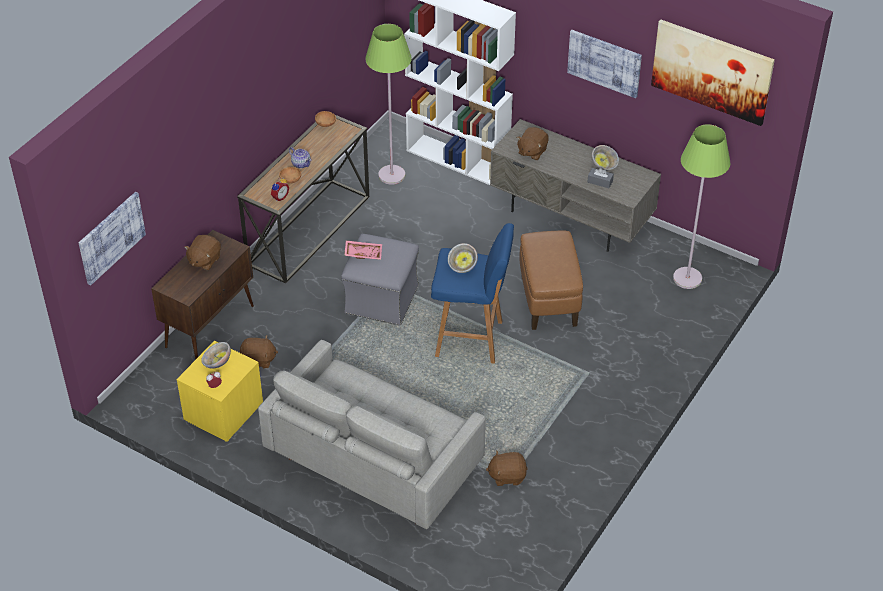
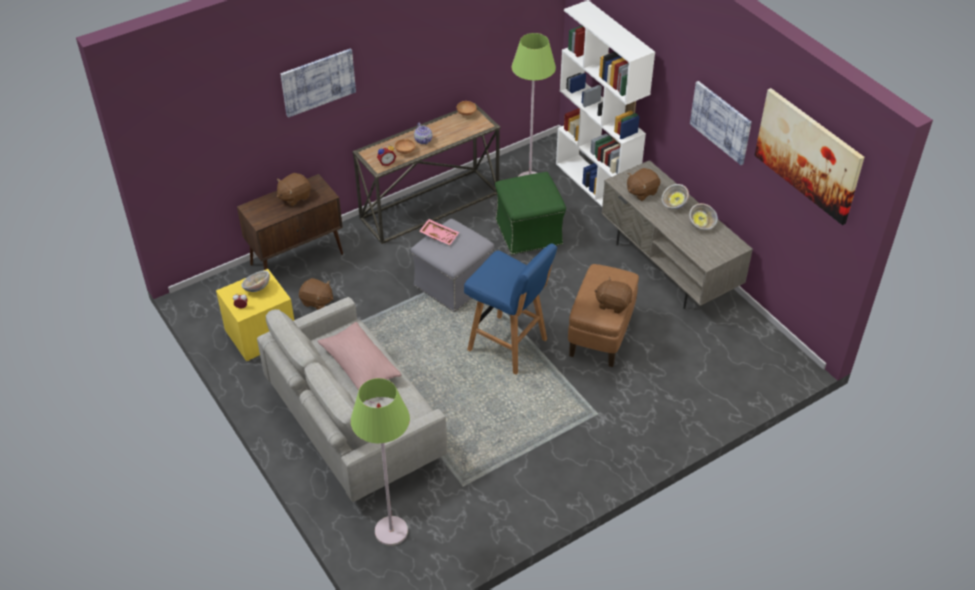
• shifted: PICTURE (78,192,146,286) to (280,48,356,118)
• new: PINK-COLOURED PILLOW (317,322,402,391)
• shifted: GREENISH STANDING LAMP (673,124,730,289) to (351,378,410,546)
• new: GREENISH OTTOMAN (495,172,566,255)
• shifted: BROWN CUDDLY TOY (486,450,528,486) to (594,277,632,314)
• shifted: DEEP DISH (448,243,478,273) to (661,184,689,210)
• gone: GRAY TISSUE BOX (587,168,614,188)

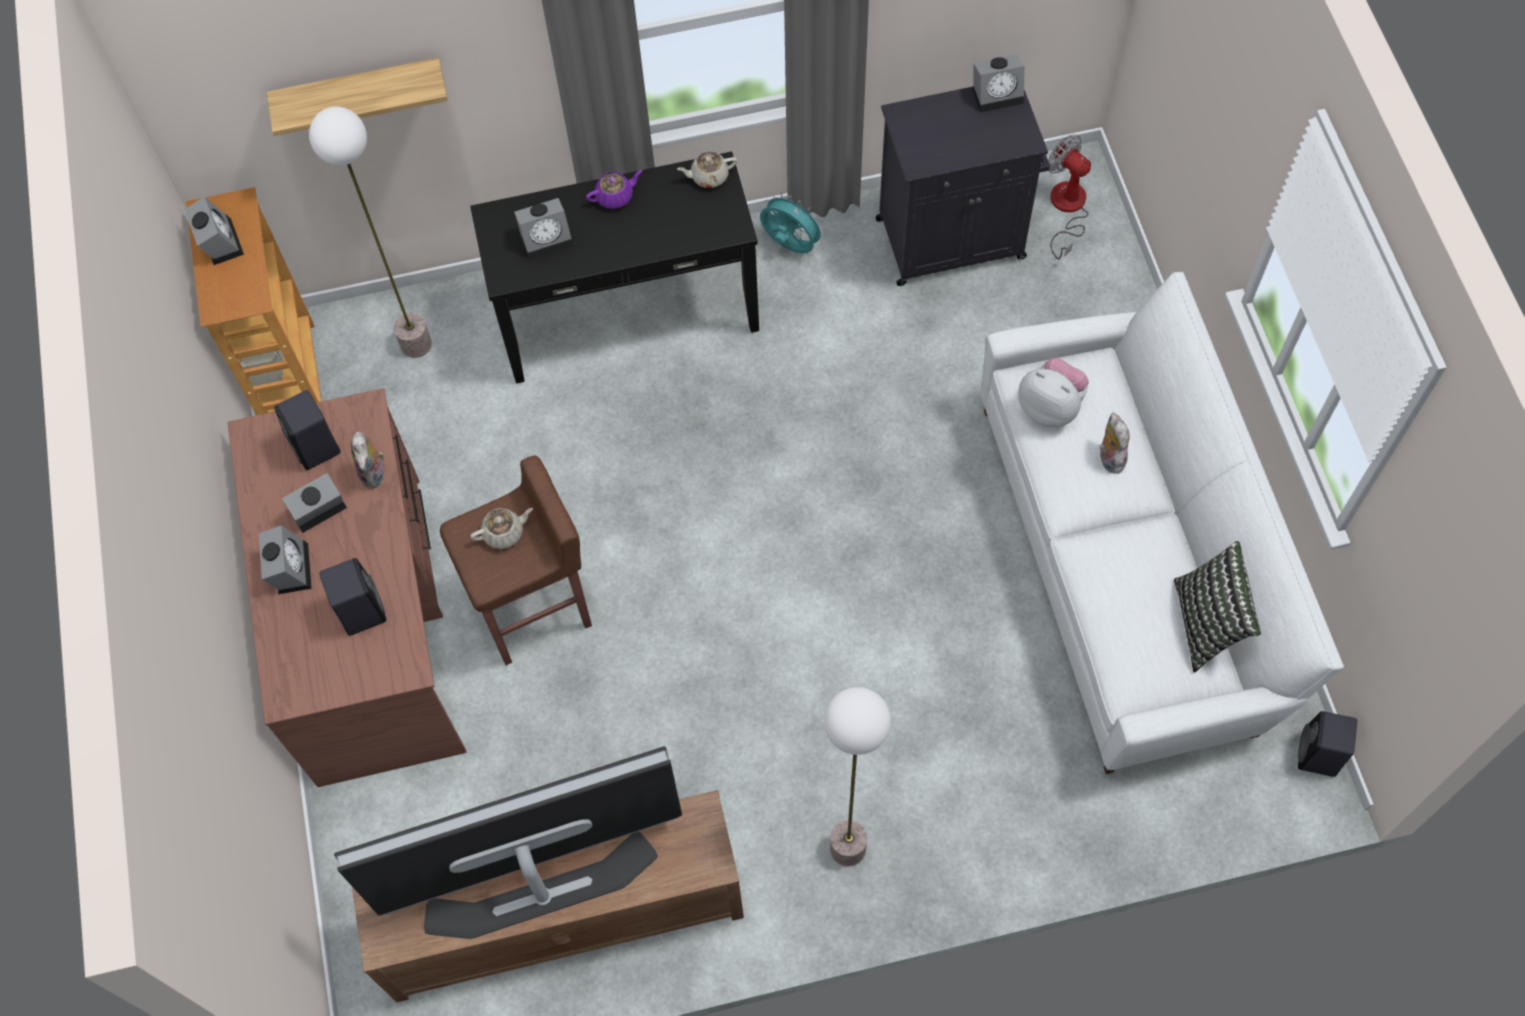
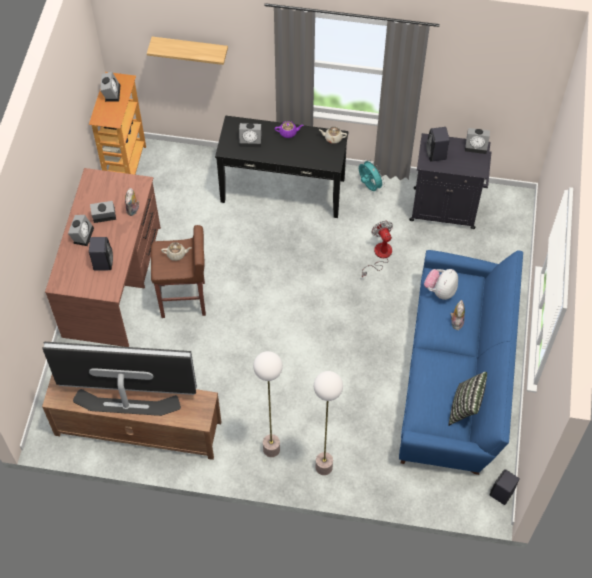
• shifted: STANDING LAMP (309,107,432,358) to (314,371,343,475)
• shifted: ELECTRIC FAN (1048,135,1091,259) to (362,221,393,277)
• repainted: WHITE-COLOURED SETTEE (981,272,1344,774) to BLUE SETTEE (399,250,523,475)
• rotated: CUDDLY TOY (1018,358,1089,427) = (424,269,458,300) 120 degrees counterclockwise
• shifted: BLACK-COLOURED LOUDSPEAKER (274,390,341,470) to (426,127,450,162)

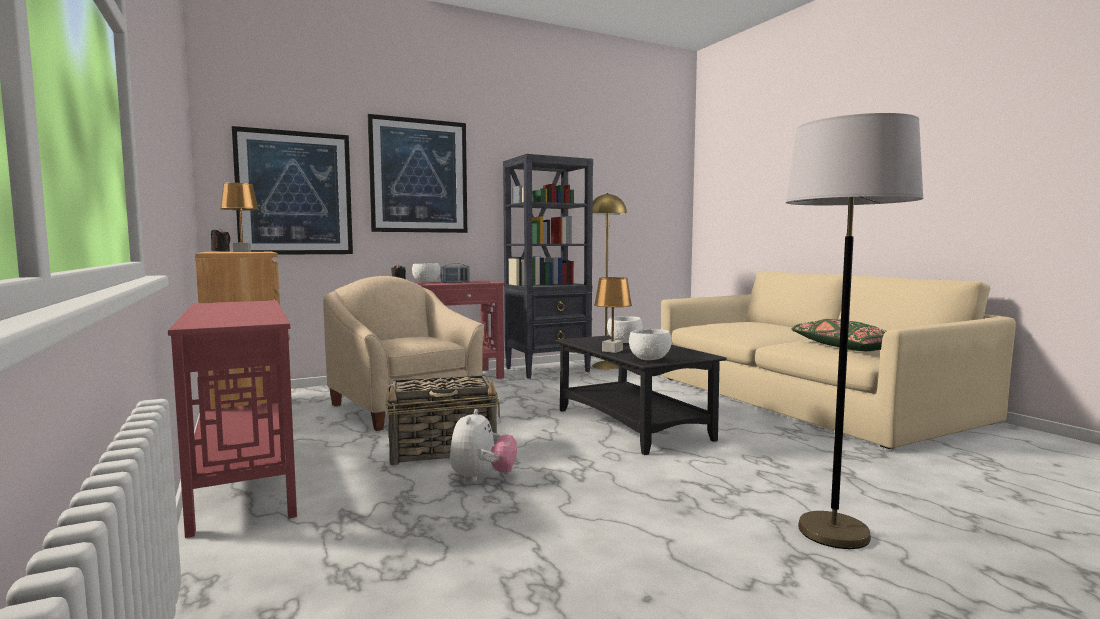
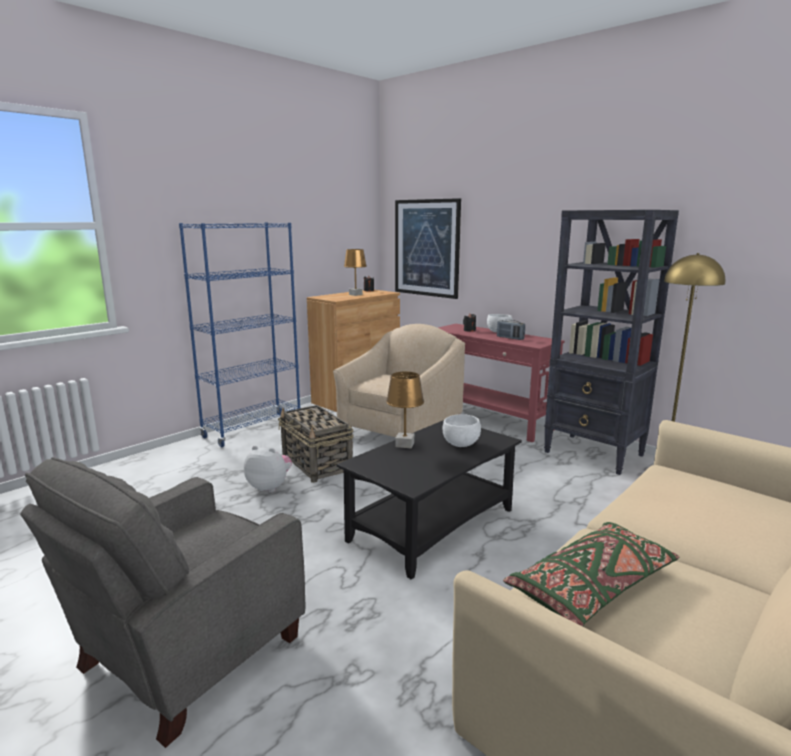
• swapped: GRAY STANDING LAMP (786,113,924,549) to GRAY EASY CHAIR (20,457,305,748)
• swapped: RED-COLOURED HALL TABLE (168,300,297,538) to BLUE BOOKSHELF (179,222,301,447)
• rotated: CUDDLY TOY (450,409,517,483) = (244,446,292,493) 150 degrees counterclockwise
• gone: PICTURE (368,114,467,233)
• gone: WHITE-COLOURED DEEP DISH (629,329,672,360)

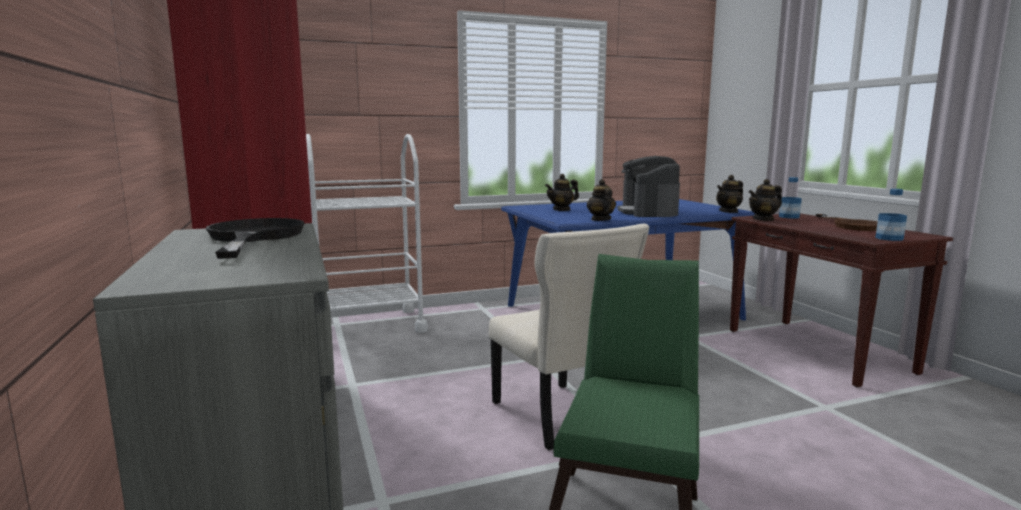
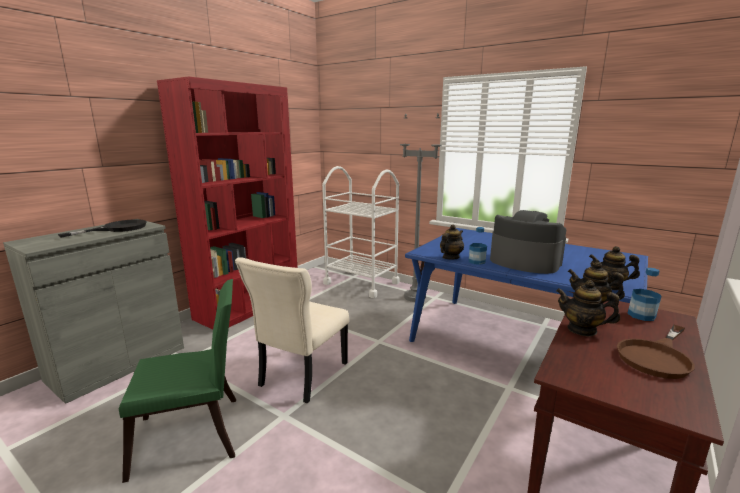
• new: GRAY STANDING LAMP (400,113,442,302)
• shifted: DRINK BOTTLE (875,189,907,241) to (469,227,487,265)
• rotated: COFFEE BREWER (617,156,680,217) = (490,210,566,274) 75 degrees clockwise
• shifted: POT FOR TEA (545,174,579,211) to (556,280,620,336)

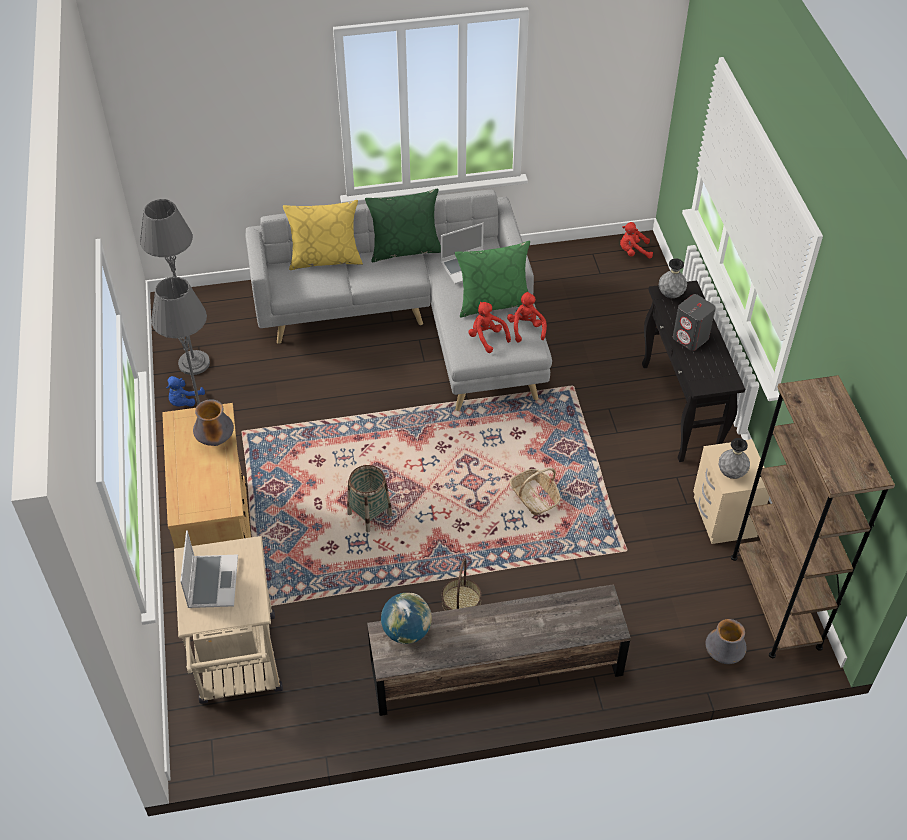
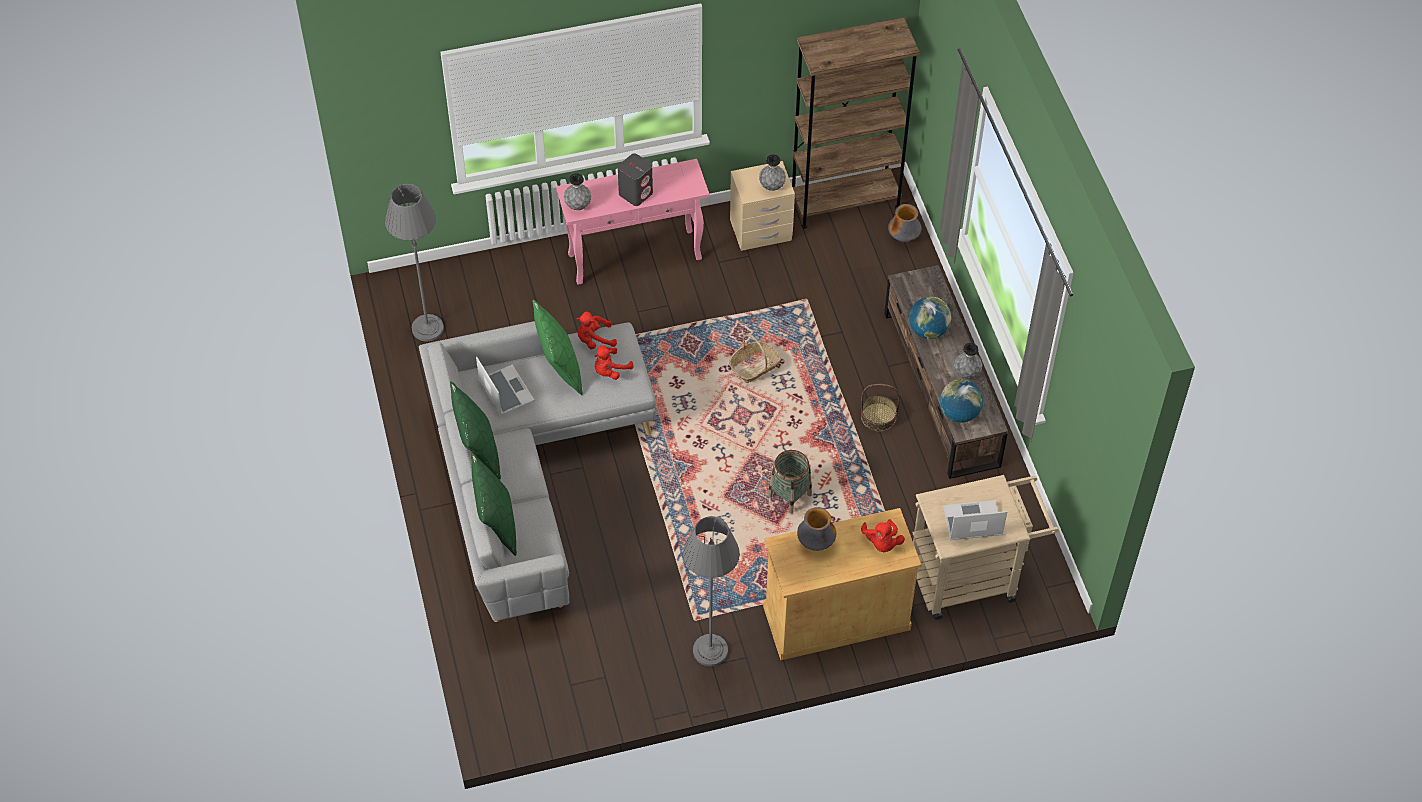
• shifted: GRAY STANDING LAMP (140,199,210,375) to (385,184,444,341)
• repainted: YELLOW PILLOW (283,200,363,270) to GREENISH PILLOW (471,452,517,556)
• repainted: BLACK-COLOURED HALL TABLE (642,280,745,462) to PINK-COLOURED HALL TABLE (556,159,709,285)
• shifted: RED-COLOURED CUDDLY TOY (620,222,653,258) to (861,519,905,552)
• new: DESK GLOBE (909,297,951,339)
• new: GRAY VASE (954,343,982,379)
• gone: BLUE CUDDLY TOY (167,376,205,407)

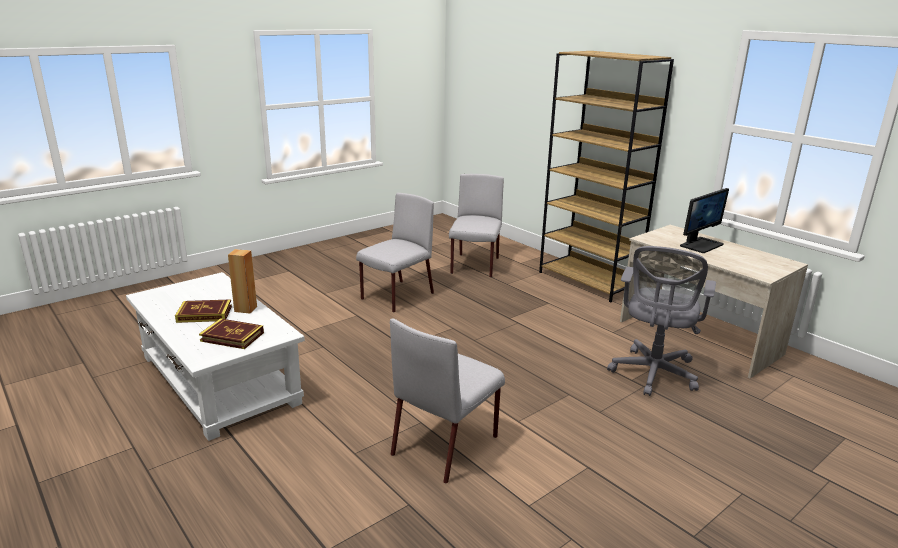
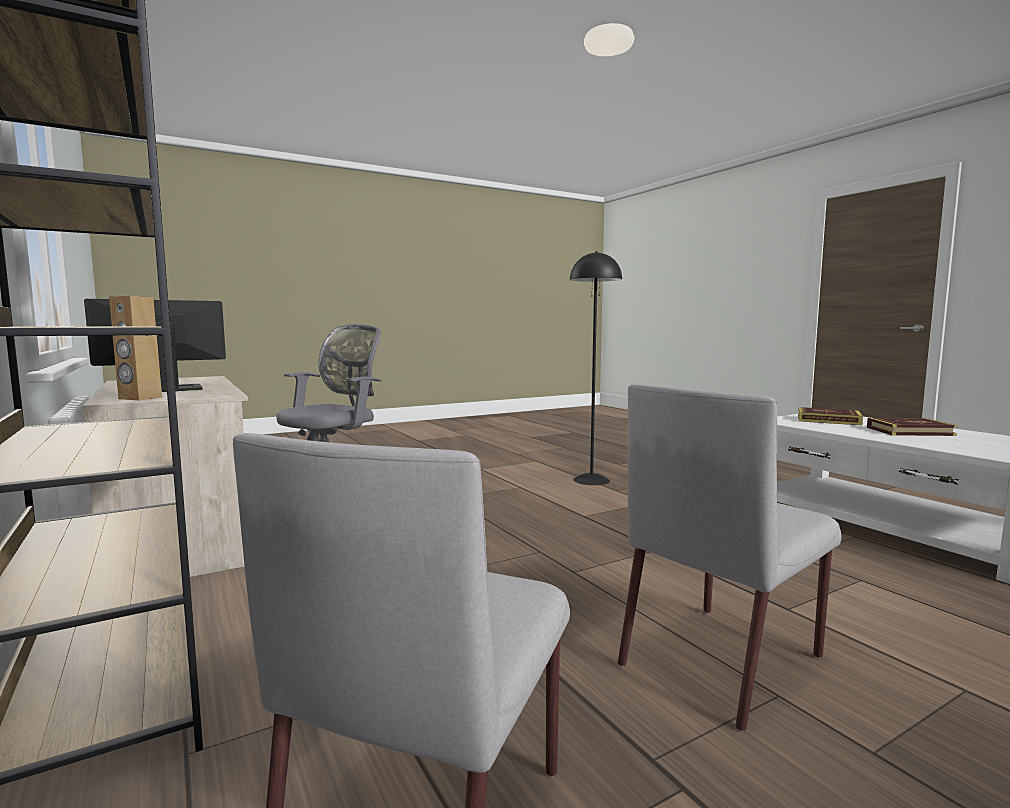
• shifted: BROWN LOUDSPEAKER (228,249,257,314) to (109,296,162,401)
• swapped: GRAY UPRIGHT CHAIR (390,318,505,483) to BLACK-COLOURED STANDING LAMP (570,251,622,485)

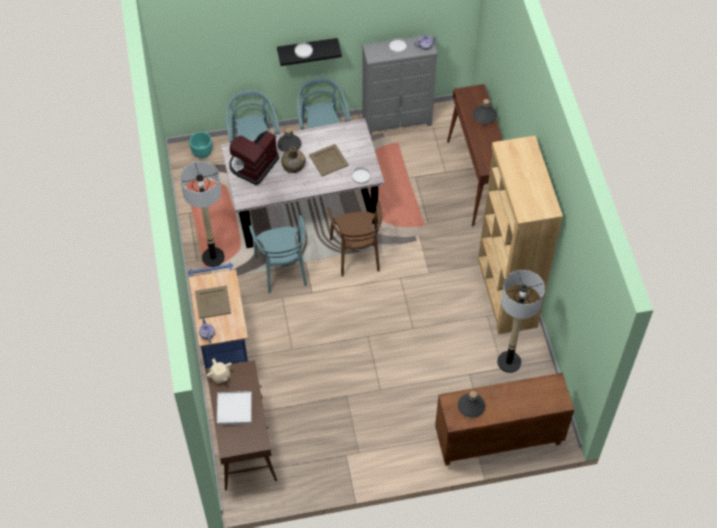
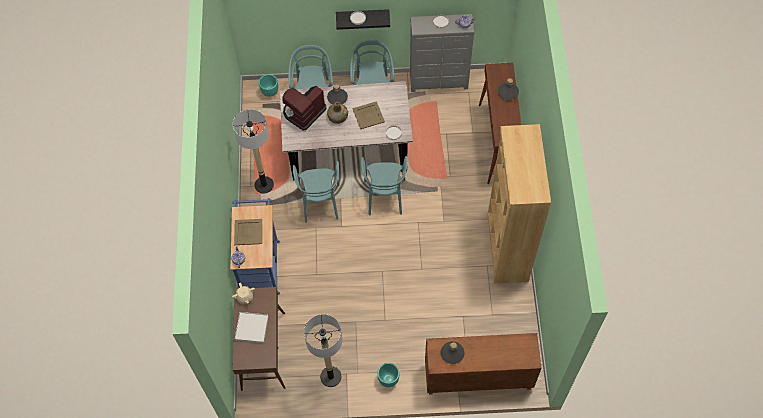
• shifted: STANDING LAMP (497,270,545,373) to (304,314,342,387)
• repainted: BROWN UPRIGHT CHAIR (327,201,382,276) to BLUE-GREEN UPRIGHT CHAIR (361,156,407,215)
• new: BLUE-GREEN PLANT POT (377,363,400,388)

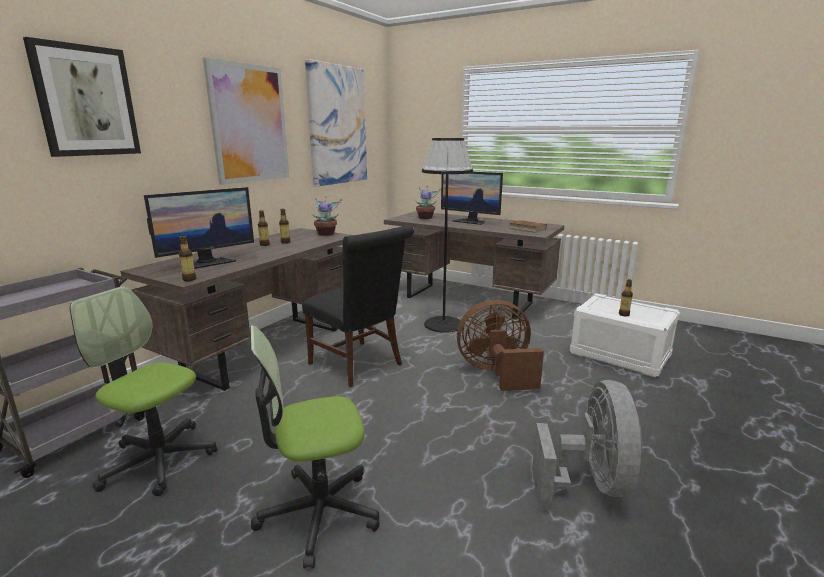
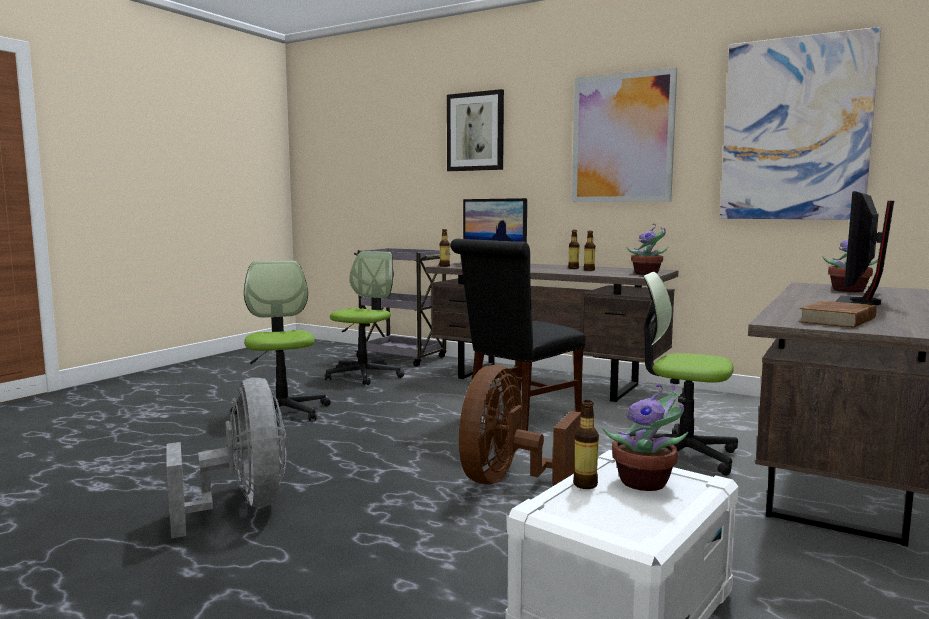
• rotated: GRAY ELECTRIC FAN (532,380,643,510) = (166,378,286,539) 120 degrees counterclockwise
• rotated: BROWN ELECTRIC FAN (457,299,544,391) = (459,365,581,487) 150 degrees counterclockwise
• new: PLANT IN A POT (602,383,688,491)
• swapped: BLACK-COLOURED STANDING LAMP (422,138,473,333) to COMPUTER CHAIR (629,272,738,476)

